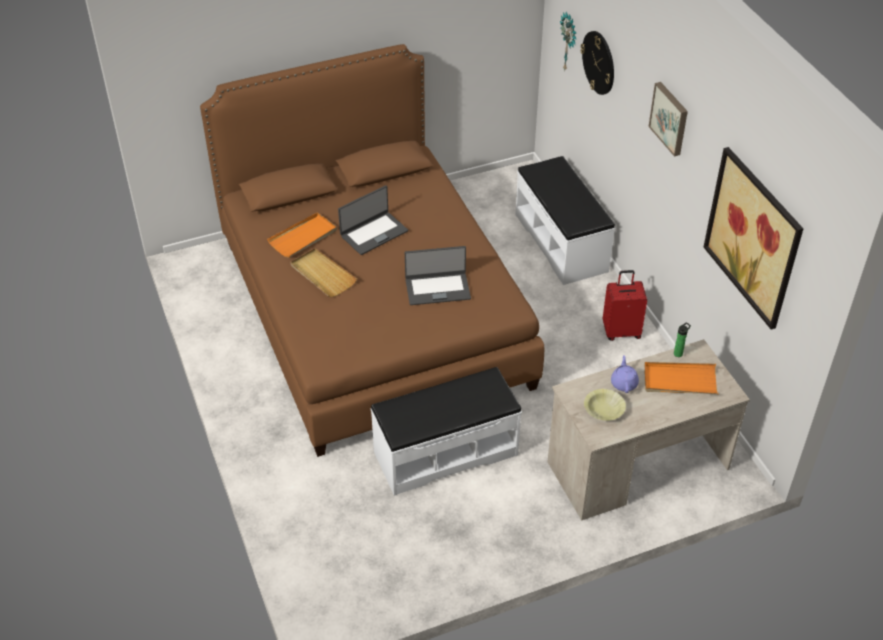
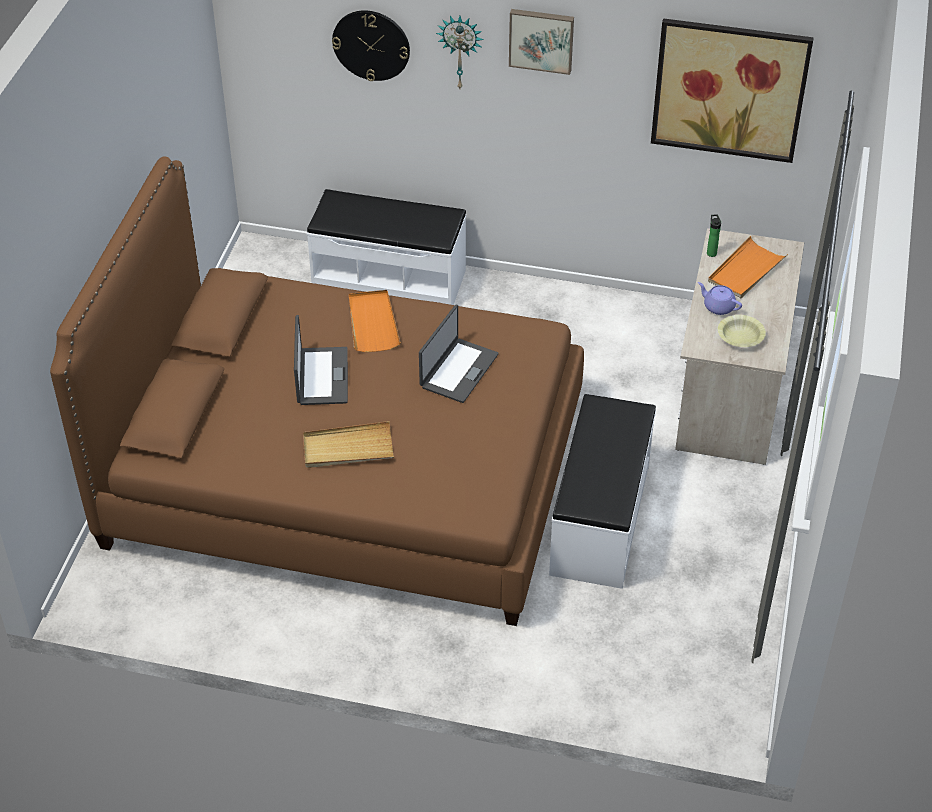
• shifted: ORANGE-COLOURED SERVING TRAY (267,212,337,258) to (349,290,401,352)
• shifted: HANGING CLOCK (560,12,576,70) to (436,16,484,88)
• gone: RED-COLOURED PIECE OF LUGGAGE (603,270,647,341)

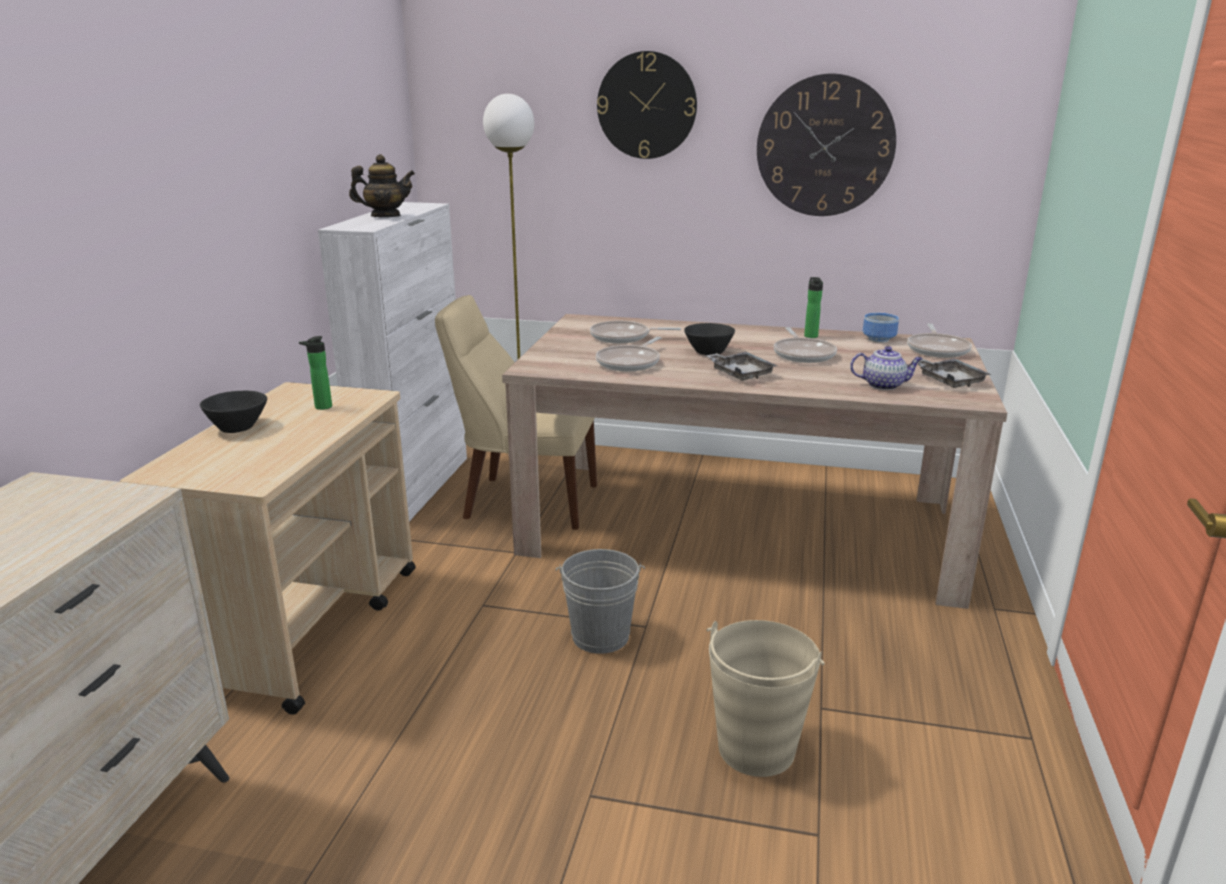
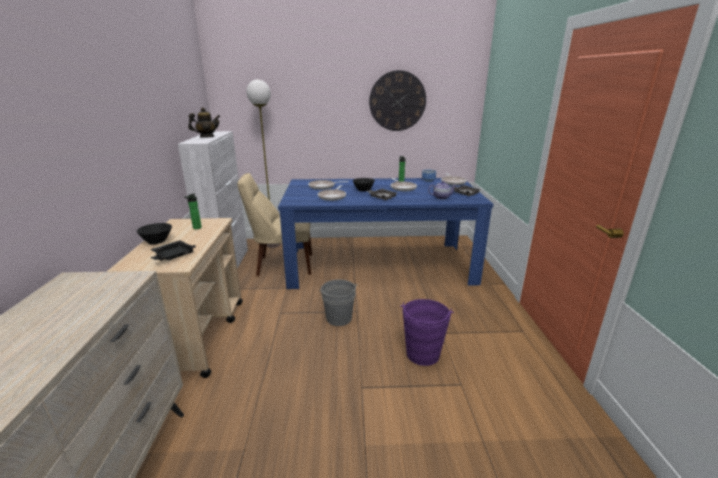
• new: BLACK-COLOURED SERVING TRAY (150,240,196,261)
• repainted: BEIGE-COLOURED DINING TABLE (502,314,1007,609) to BLUE DINING TABLE (278,178,493,289)
• repainted: BEIGE-COLOURED BUCKET (706,620,825,777) to PURPLISH BUCKET (400,299,454,366)
• gone: HANGING CLOCK (597,51,697,159)

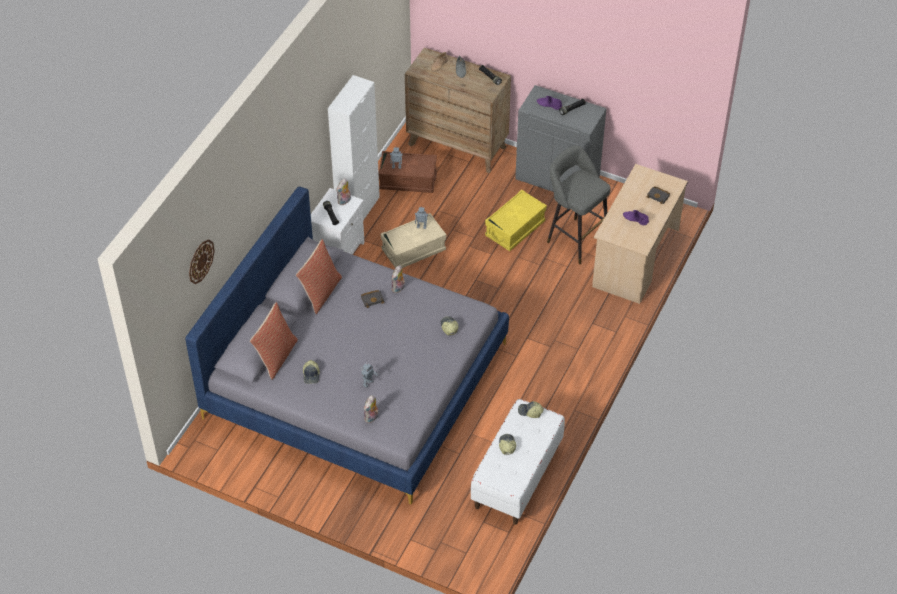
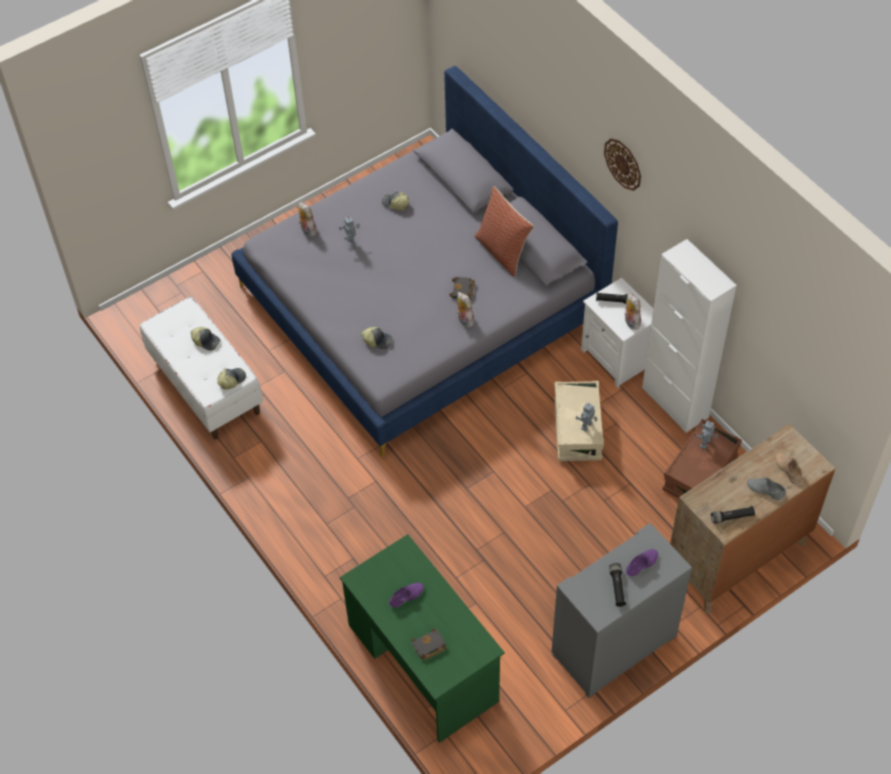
• repainted: BEIGE-COLOURED DESK UNIT (592,164,688,304) to GREENISH DESK UNIT (340,534,505,743)
• shifted: HANGING CLOCK (189,239,215,284) to (604,138,641,191)
• gone: PILLOW (250,302,298,380)
• gone: YELLOW STORAGE CONTAINER (485,190,547,251)
• gone: GRAY STOOL (547,145,611,264)

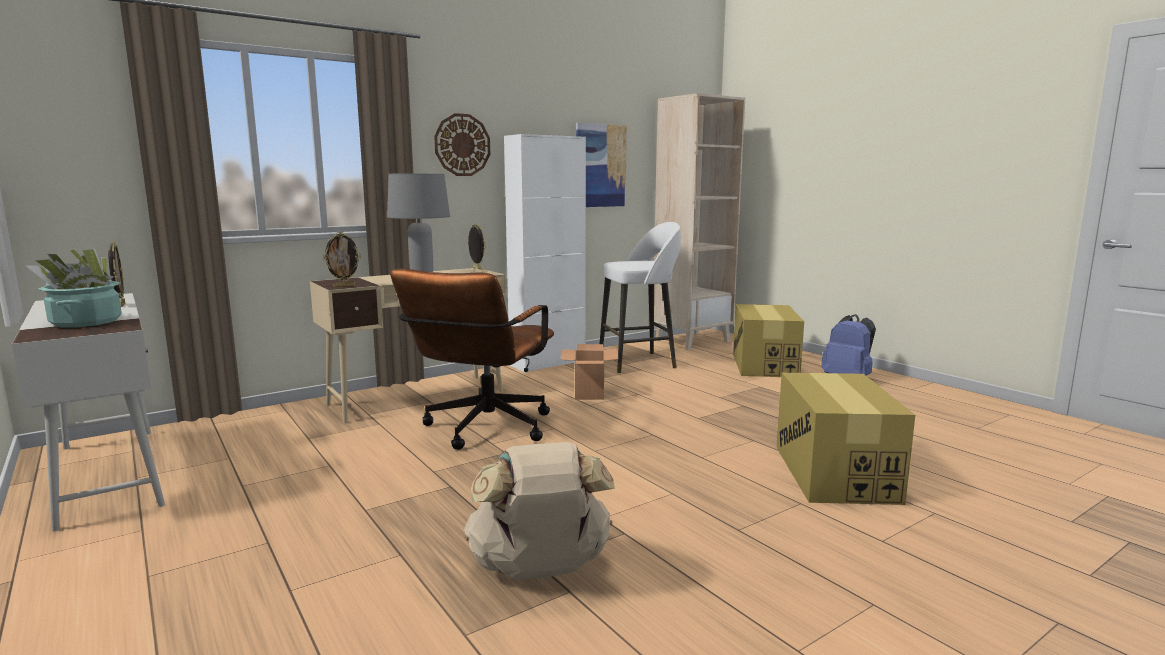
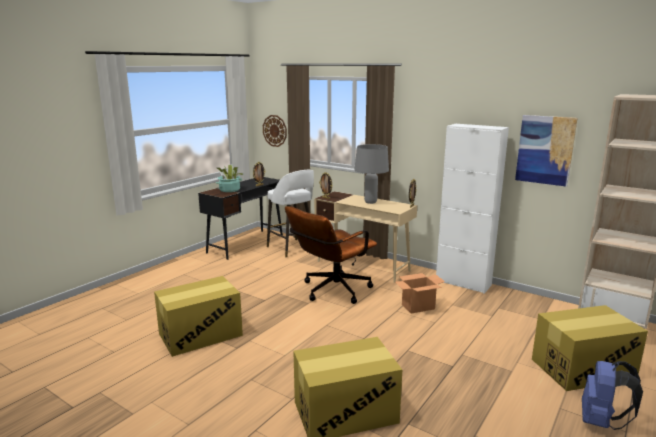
• swapped: BEIGE-COLOURED KNAPSACK (464,442,615,579) to PACKING BOX (154,276,243,357)
• repainted: WHITE-COLOURED DESK UNIT (12,293,165,532) to BLACK-COLOURED DESK UNIT (198,177,283,260)
• shifted: HANGING CLOCK (434,113,490,176) to (263,115,287,147)
• shifted: WHITE-COLOURED STOOL (600,222,681,373) to (267,170,314,258)
• rotated: BROWN COMPUTER CHAIR (390,268,554,450) = (285,206,377,304) 45 degrees counterclockwise

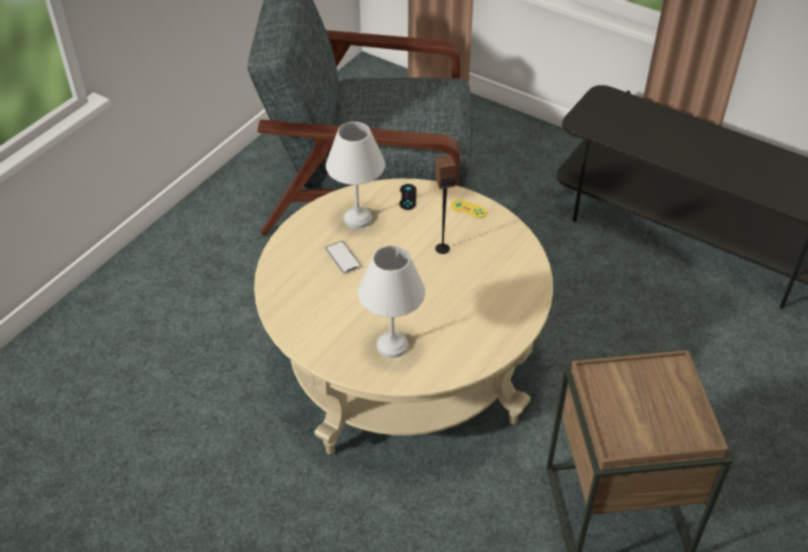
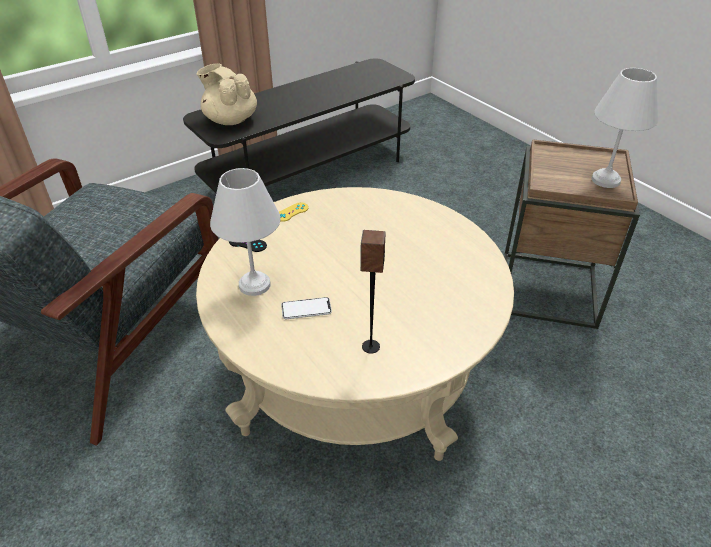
• new: BEIGE-COLOURED POT FOR TEA (197,63,257,125)
• shifted: LOUDSPEAKER (435,155,456,254) to (360,230,386,354)
• shifted: WHITE-COLOURED TABLE LAMP (358,245,425,358) to (591,68,658,188)

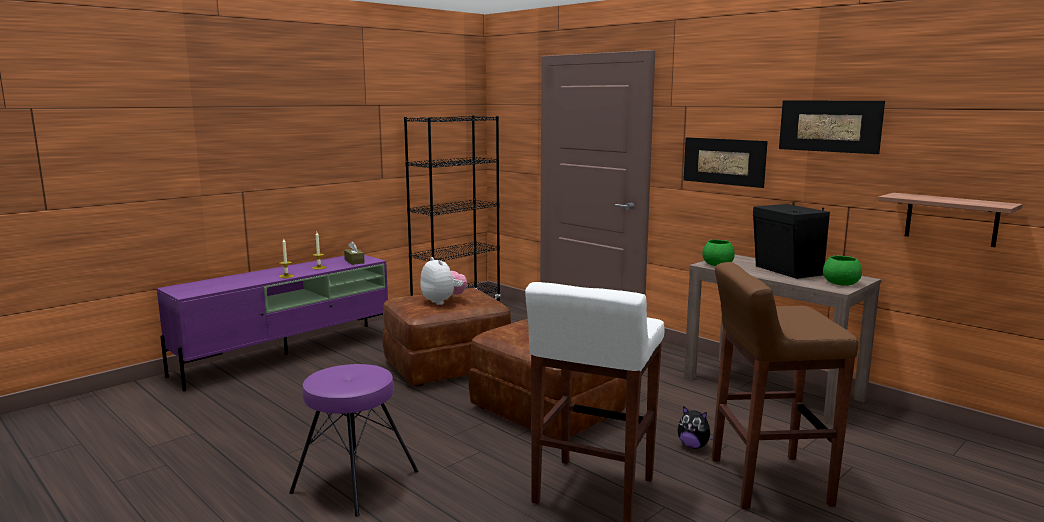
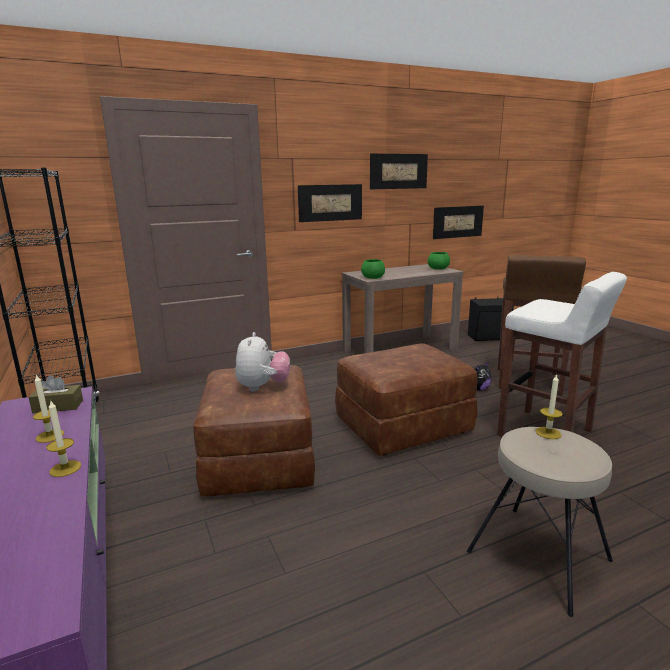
• rotated: CUDDLY TOY (420,257,467,305) = (235,332,290,391) 105 degrees clockwise
• swapped: SHELF (878,193,1023,247) to PICTURE (433,206,484,239)
• repainted: PURPLISH STOOL (289,364,418,517) to BEIGE-COLOURED STOOL (467,427,613,617)
• shifted: BLACK-COLOURED LOUDSPEAKER (753,202,830,279) to (468,297,514,341)
• new: WAX CANDLE (536,374,563,439)

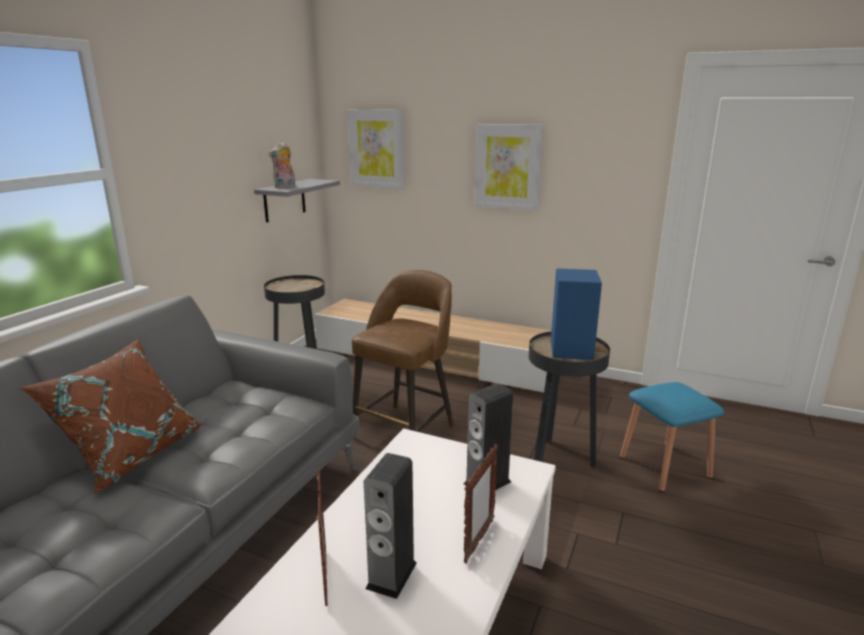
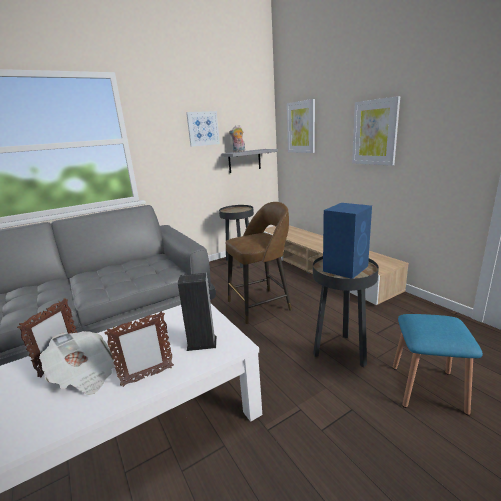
• swapped: LOUDSPEAKER (364,453,417,599) to NEWSPAPER (39,331,115,395)
• new: PICTURE (186,111,220,147)
• gone: BROWN PILLOW (19,339,202,494)

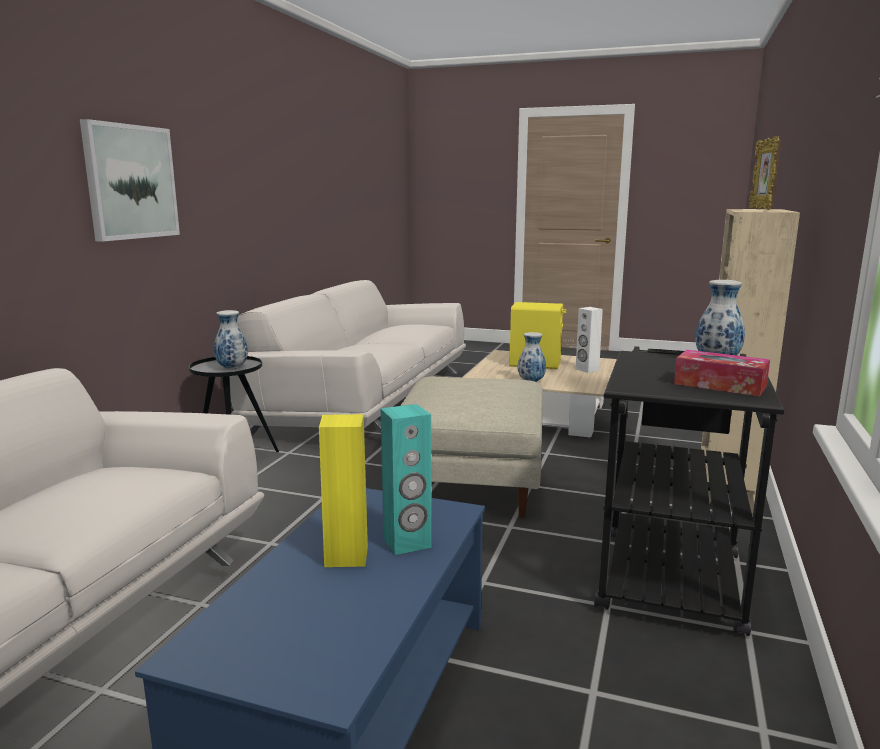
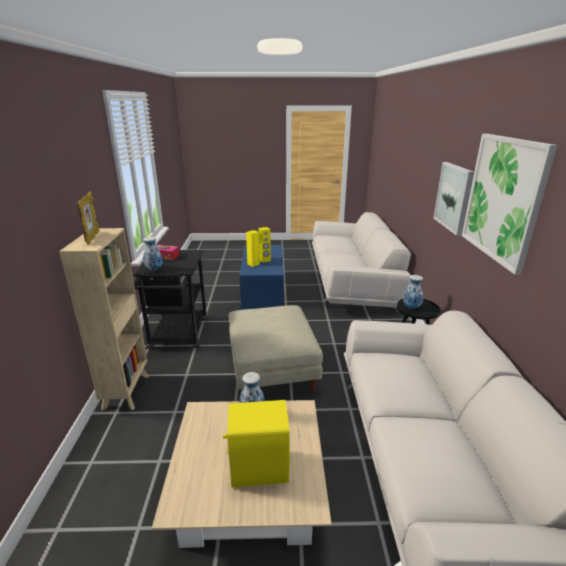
• repainted: BLUE-GREEN LOUDSPEAKER (380,404,432,555) to YELLOW LOUDSPEAKER (246,230,260,267)
• new: PICTURE (462,134,557,275)
• gone: WHITE-COLOURED LOUDSPEAKER (576,307,603,373)

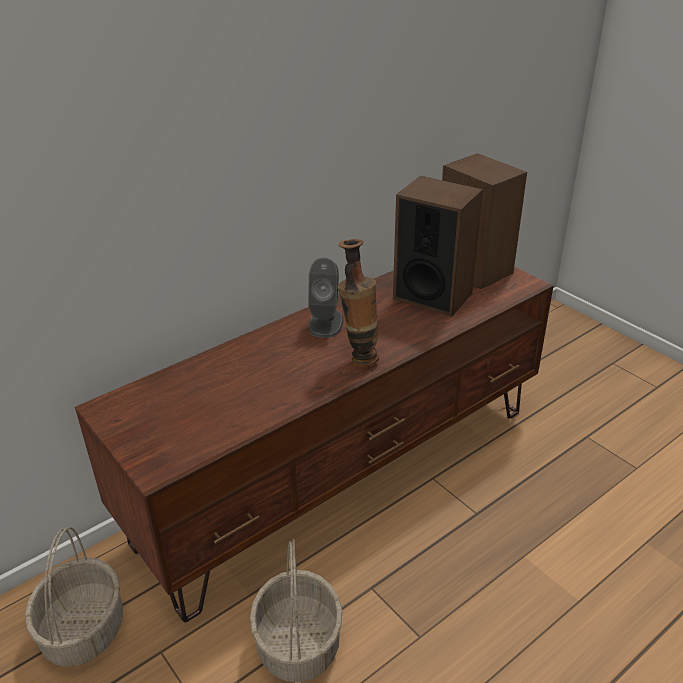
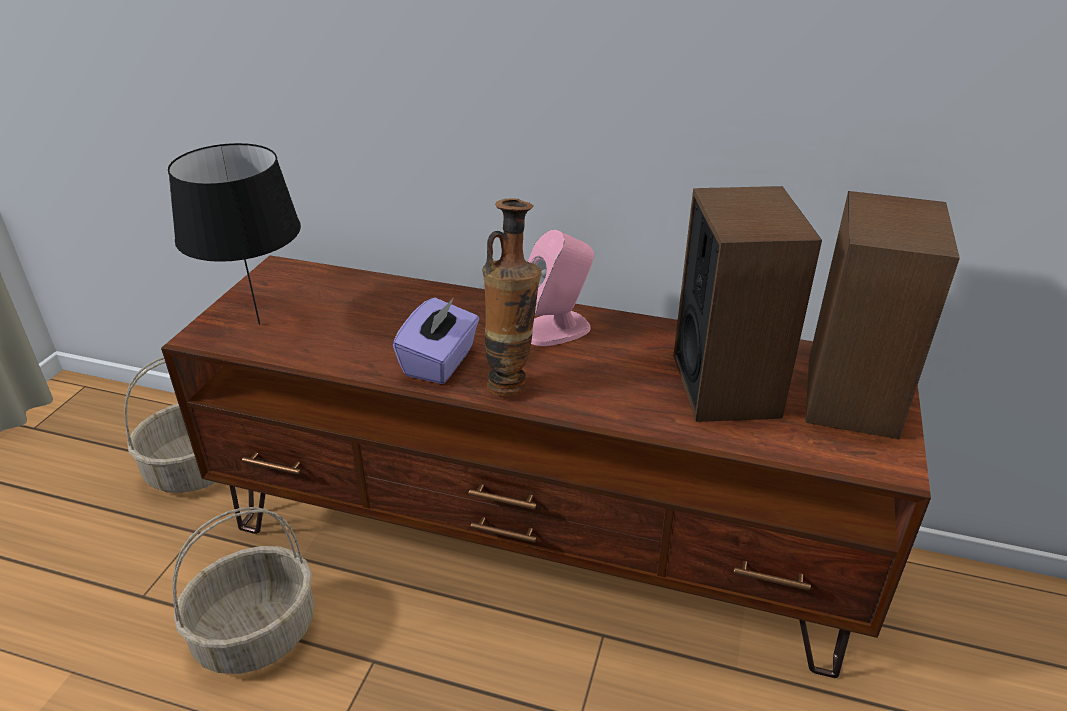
• new: BLACK-COLOURED TABLE LAMP (168,143,301,325)
• new: PURPLISH TISSUE BOX (393,297,479,384)
• repainted: GRAY LOUDSPEAKER (308,258,343,338) to PINK-COLOURED LOUDSPEAKER (528,230,594,346)

